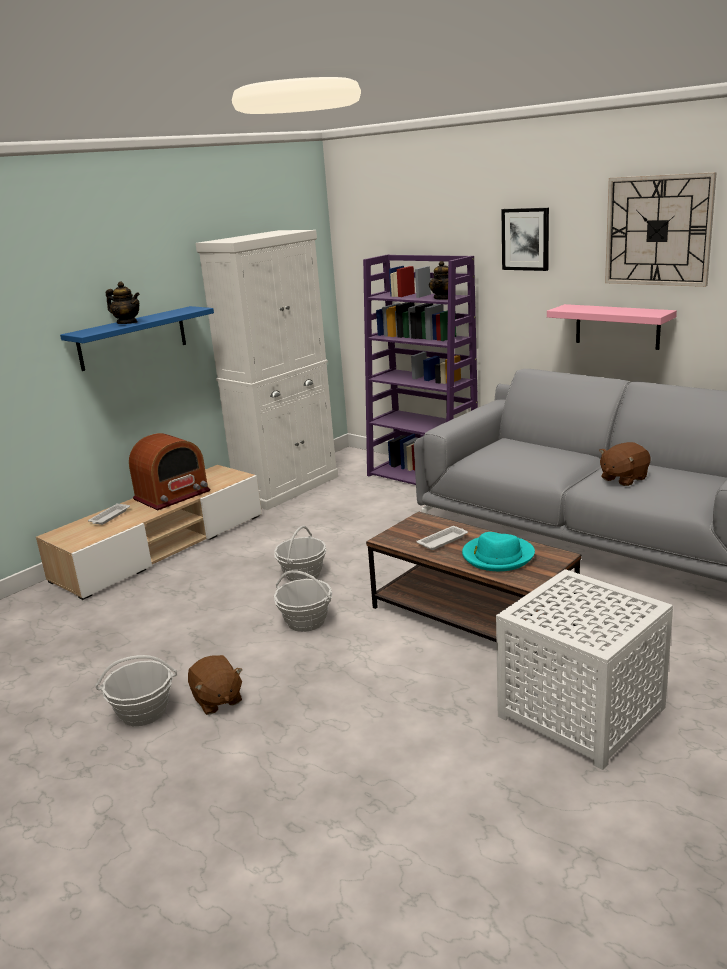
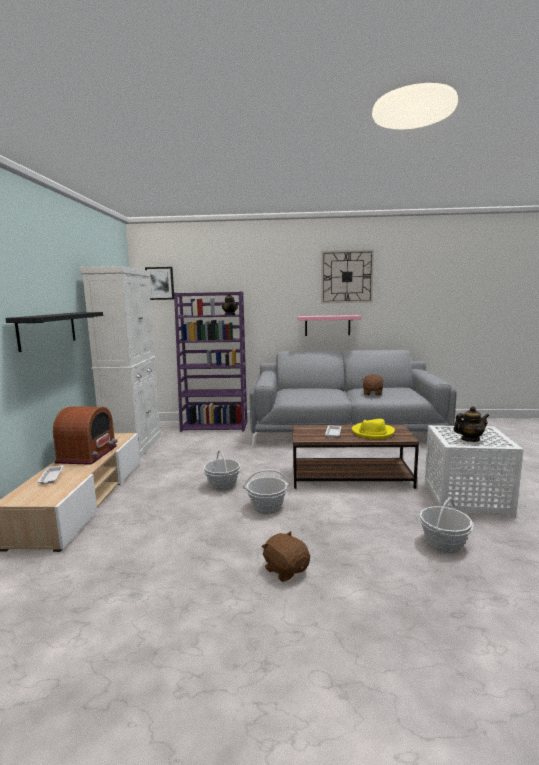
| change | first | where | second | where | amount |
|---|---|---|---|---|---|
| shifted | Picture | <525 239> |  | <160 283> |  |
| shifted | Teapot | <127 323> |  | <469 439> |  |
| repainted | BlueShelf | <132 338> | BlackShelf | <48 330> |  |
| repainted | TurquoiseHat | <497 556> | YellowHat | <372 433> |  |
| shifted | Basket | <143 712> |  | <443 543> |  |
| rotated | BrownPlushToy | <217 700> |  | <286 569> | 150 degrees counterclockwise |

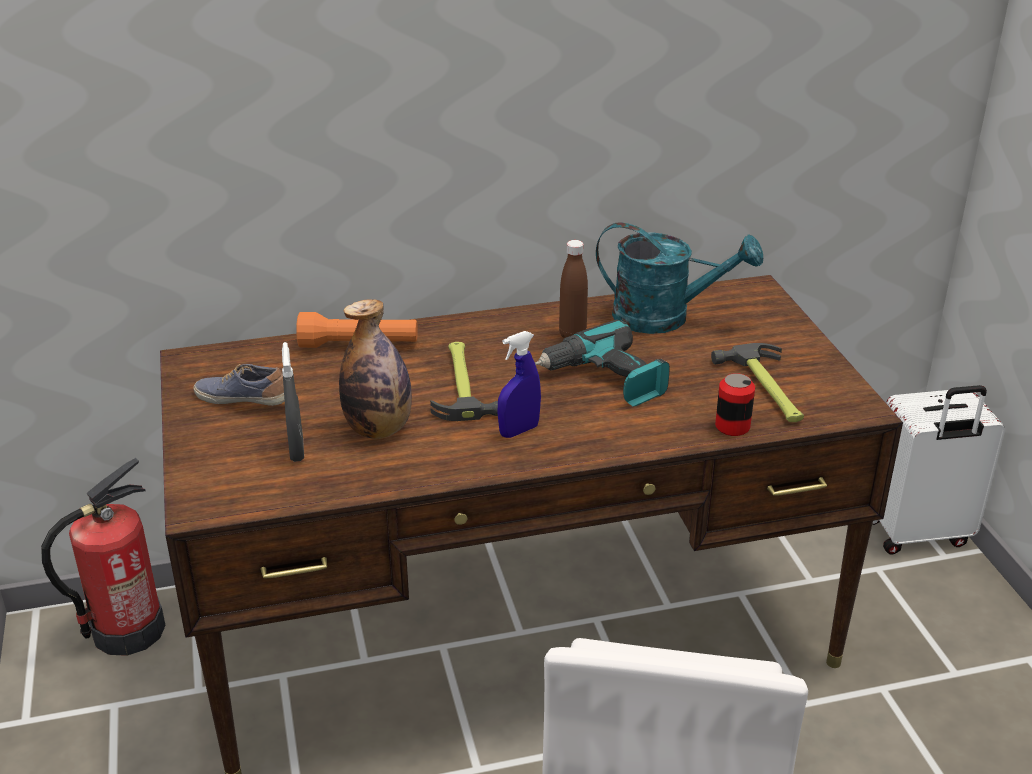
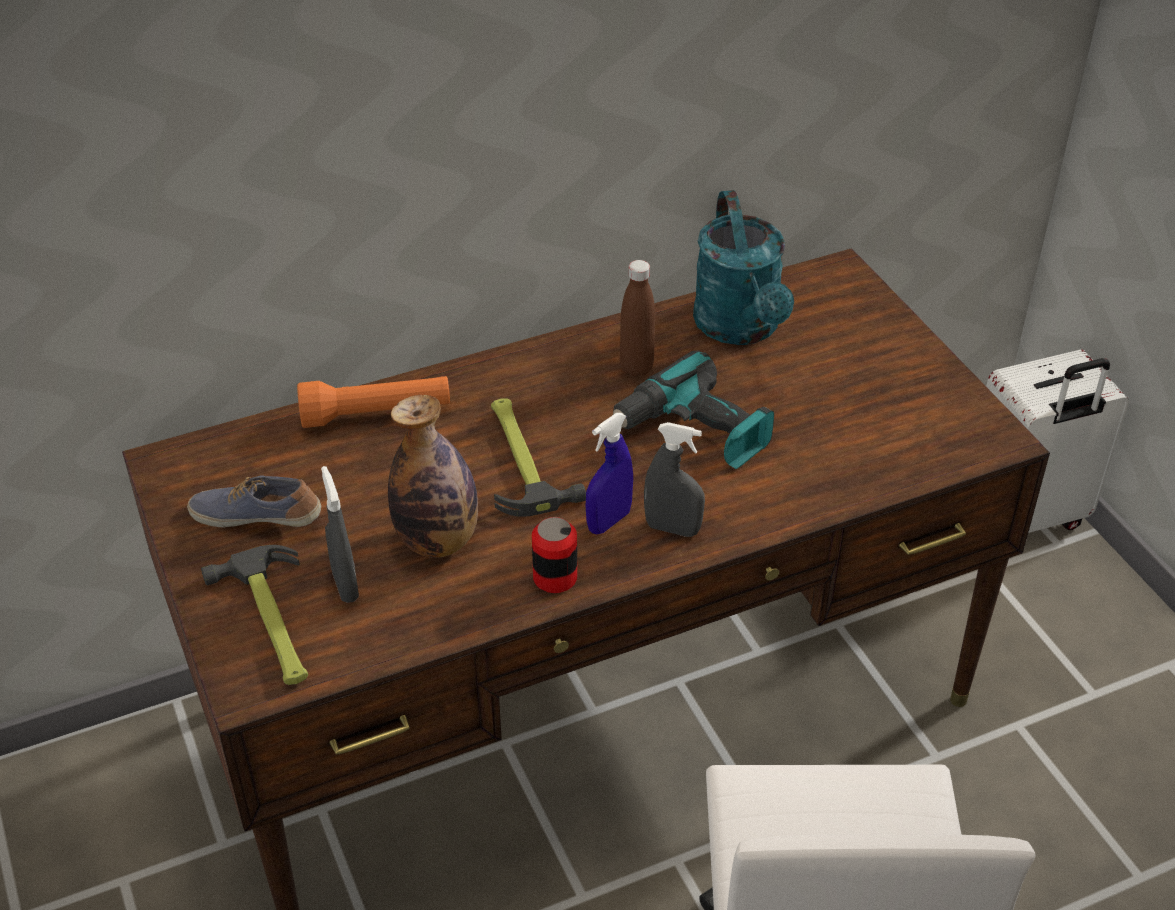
| change | first | where | second | where | amount |
|---|---|---|---|---|---|
| rotated | TurquoiseWateringCan | <665 317> |  | <741 328> | 75 degrees clockwise |
| shifted | Hammer | <767 389> |  | <272 622> |  |
| shifted | Can | <732 426> |  | <555 578> |  |
| gone | FireExtinguisher | <127 631> |  |  |  |
| new |  |  | GreySprayBottle | <672 528> |  |

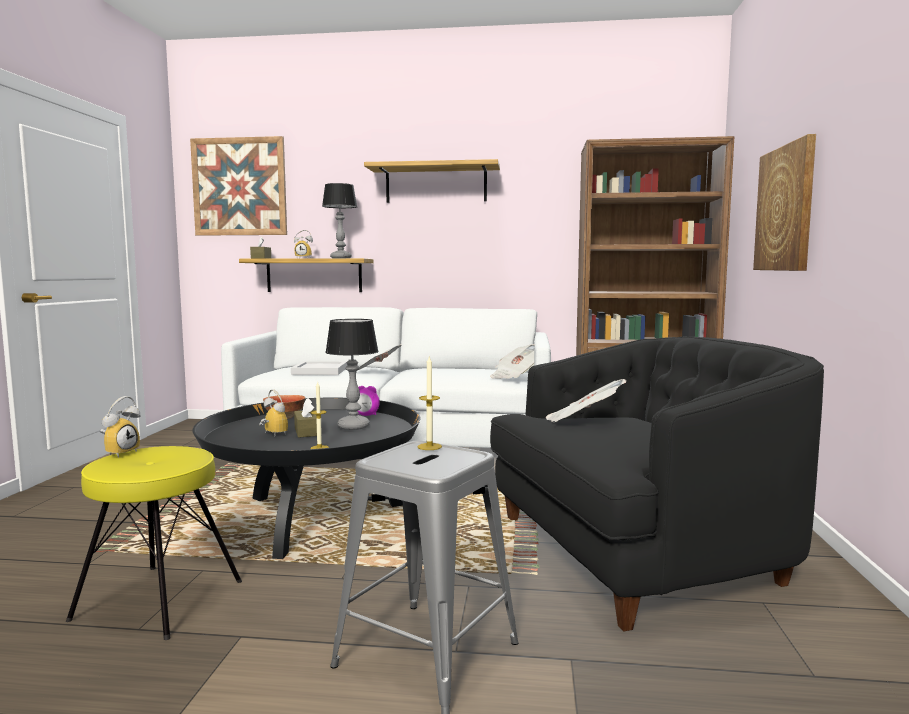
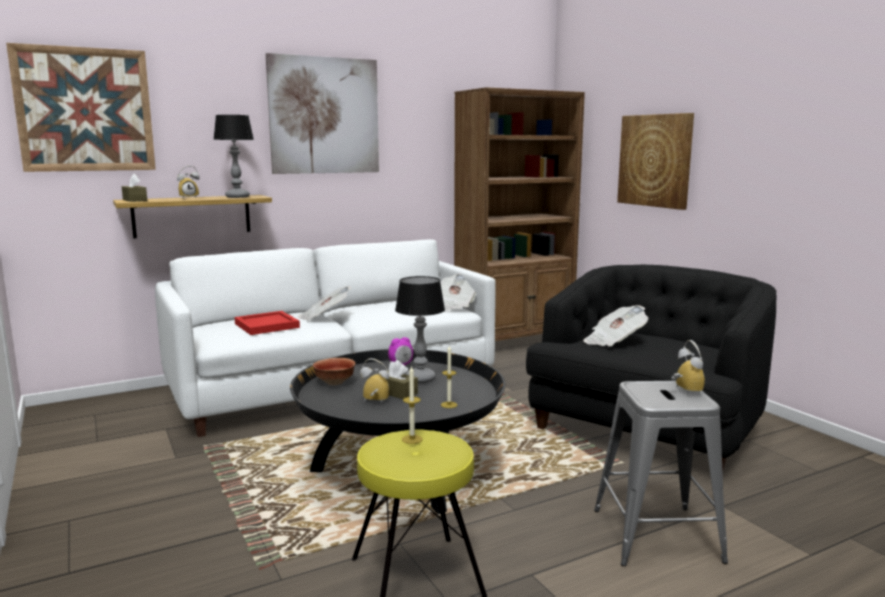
| change | first | where | second | where | amount |
|---|---|---|---|---|---|
| swapped | Shelf | <436 184> | Picture | <324 116> |  |
| shifted | Candle | <429 446> |  | <412 439> |  |
| repainted | WhiteTray | <321 370> | RedTray | <267 325> |  |
| shifted | AlarmClock | <120 452> |  | <683 391> |  |

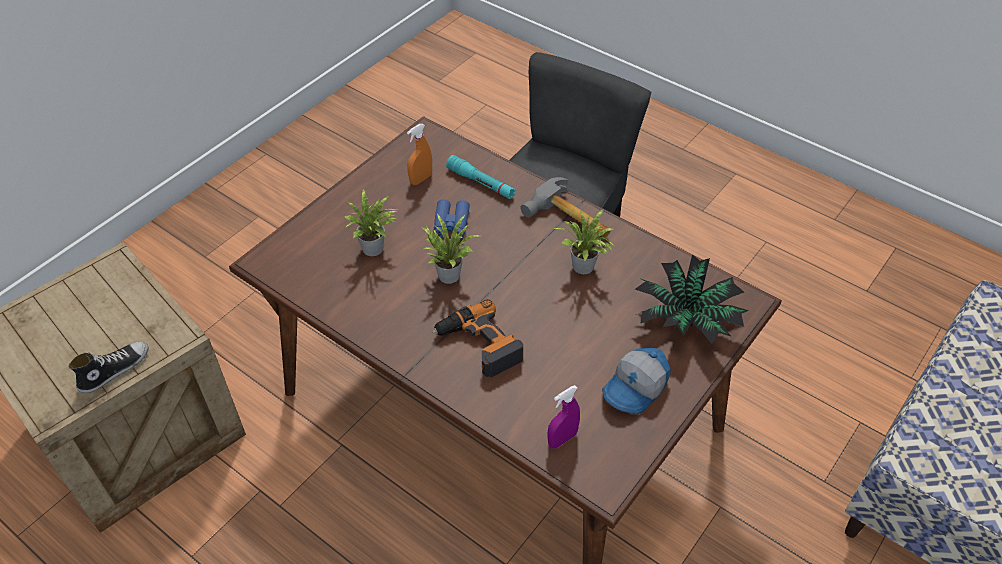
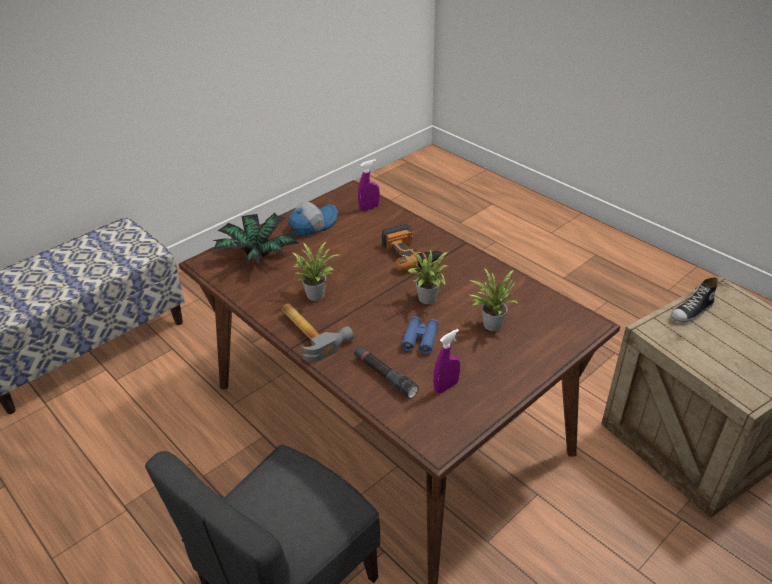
| change | first | where | second | where | amount |
|---|---|---|---|---|---|
| repainted | OrangeSprayBottle | <421 179> | PurpleSprayBottle | <446 386> |  |
| repainted | TurquoiseFlashlight | <481 183> | BlackFlashlight | <384 376> |  |

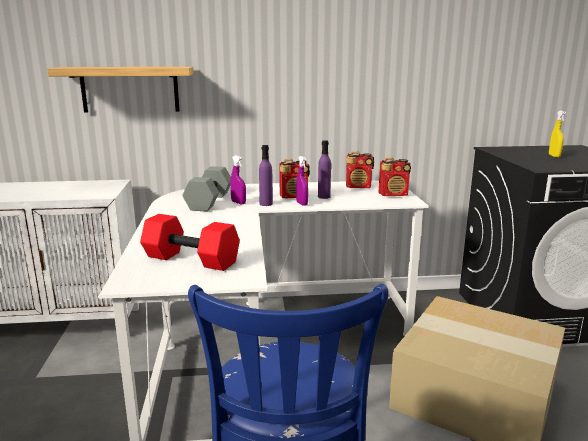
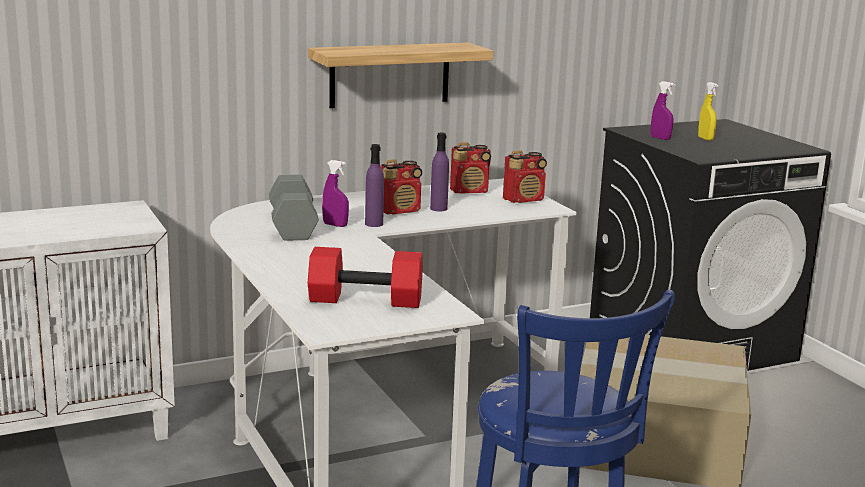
| change | first | where | second | where | amount |
|---|---|---|---|---|---|
| shifted | Shelf | <130 89> |  | <390 74> |  |
| shifted | PurpleSprayBottle | <302 203> |  | <660 138> |  |

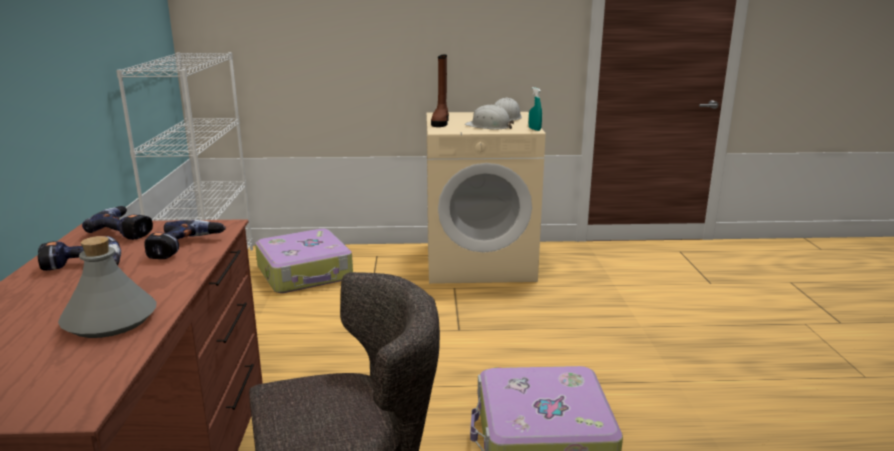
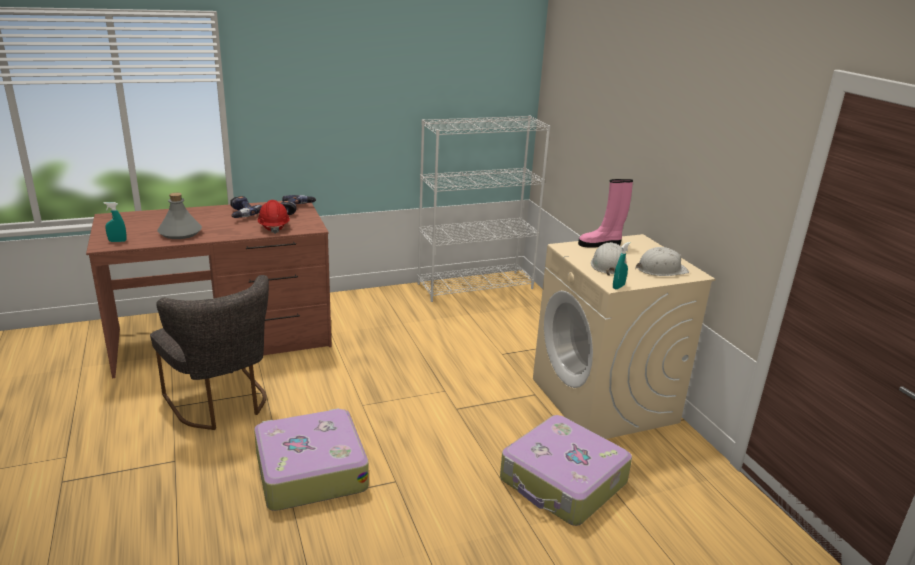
| change | first | where | second | where | amount |
|---|---|---|---|---|---|
| repainted | BrownBoot | <440 122> | PinkBoot | <601 244> |  |
| swapped | PowerDrill | <185 248> | RedHardHat | <274 227> |  |
| shifted | Suitcase | <305 273> |  | <563 482> |  |
| new |  |  | TurquoiseSprayBottle | <117 241> |  |

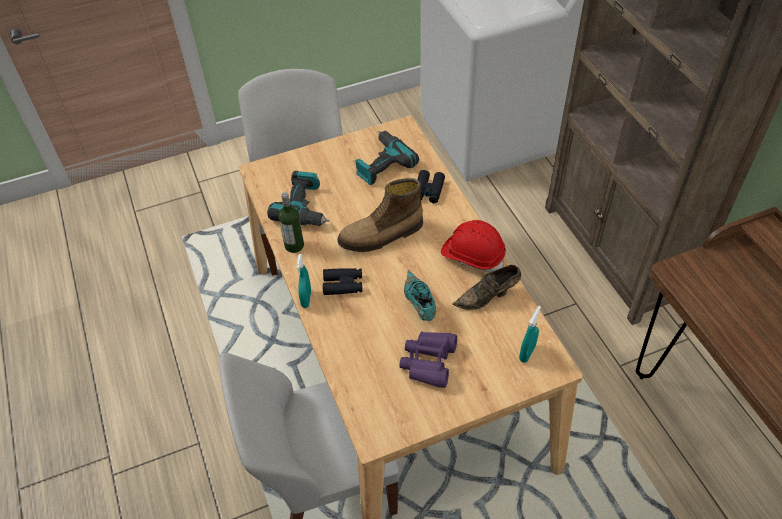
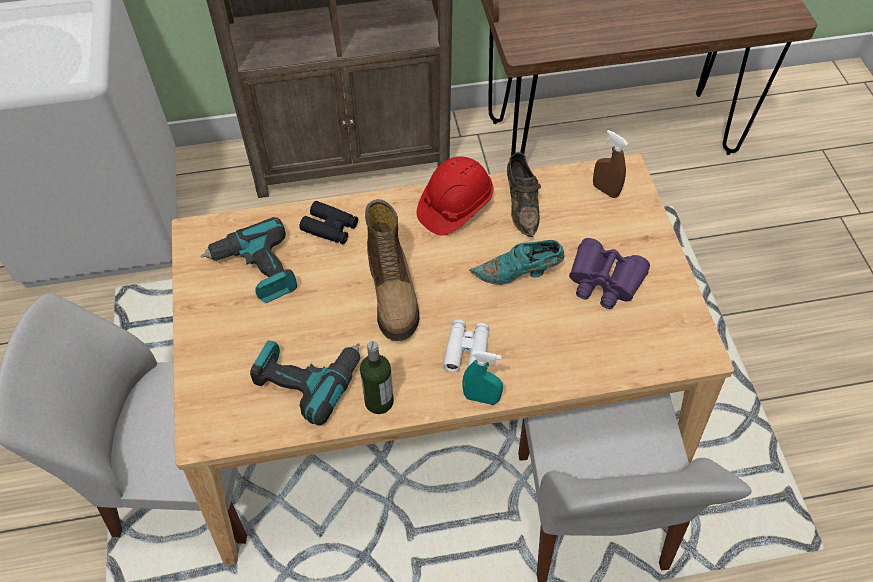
| change | first | where | second | where | amount |
|---|---|---|---|---|---|
| repainted | BlackBinoculars | <343 284> | WhiteBinoculars | <466 350> |  |
| repainted | TurquoiseSprayBottle | <527 353> | BrownSprayBottle | <605 190> |  |

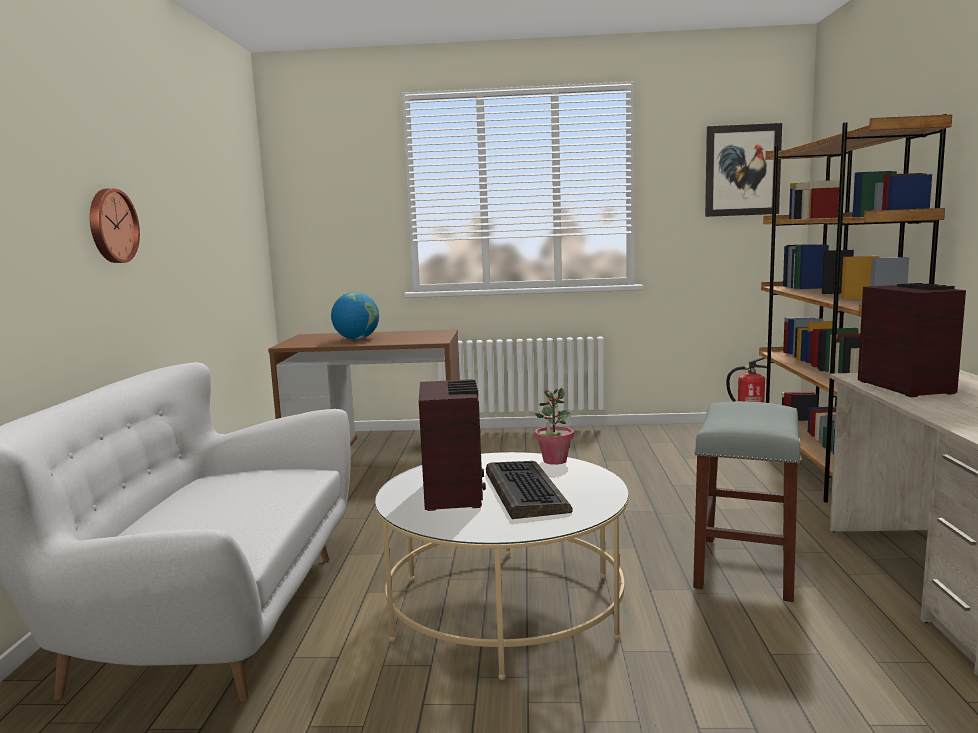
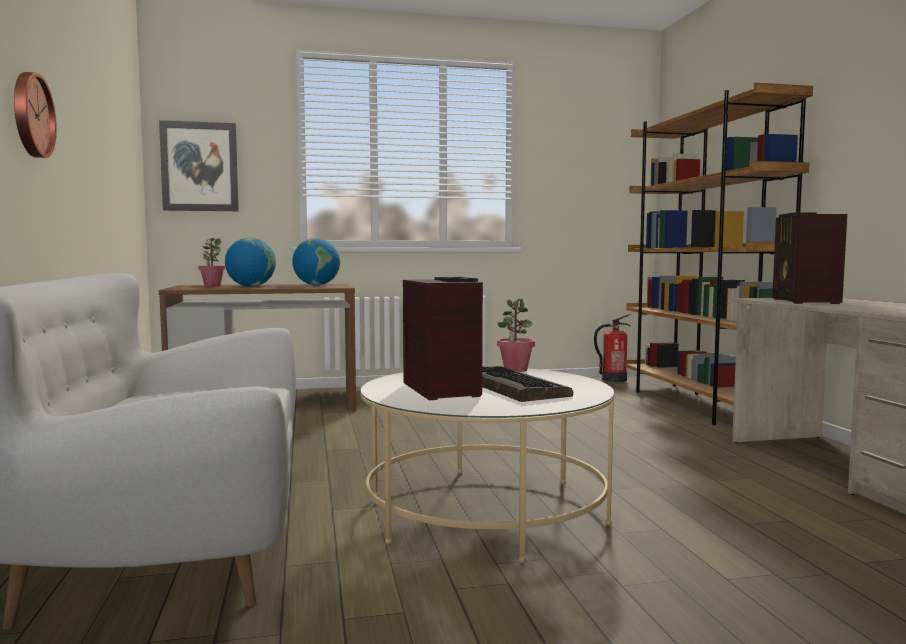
| change | first | where | second | where | amount |
|---|---|---|---|---|---|
| shifted | Picture | <742 170> |  | <199 167> |  |
| rotated | Radio | <905 387> |  | <804 301> | 150 degrees counterclockwise |
| gone | GreyStool | <744 566> |  |  |  |
| new |  |  | PottedPlant | <212 286> |  |
| new |  |  | Globe | <316 285> |  |

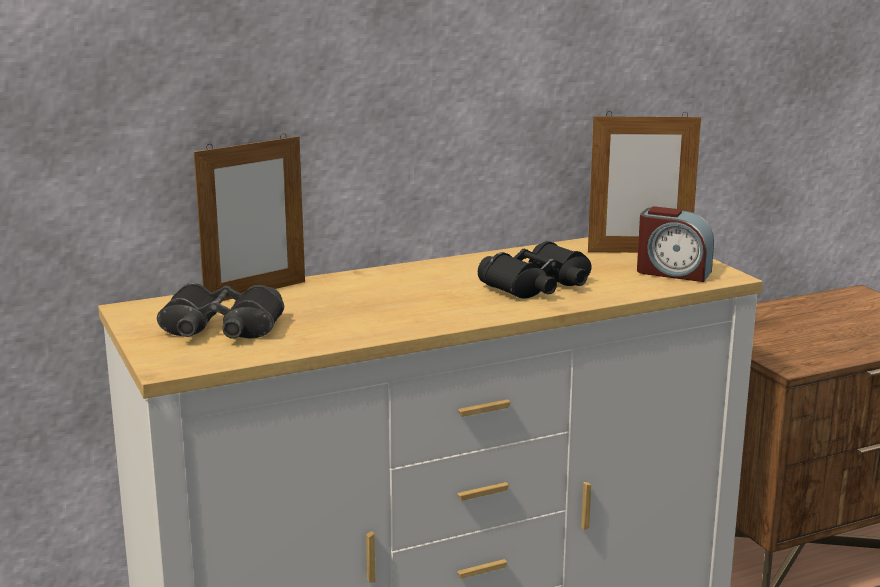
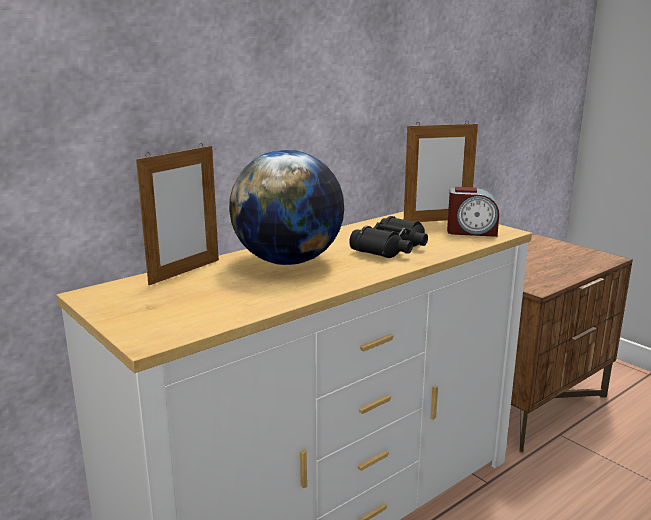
| change | first | where | second | where | amount |
|---|---|---|---|---|---|
| gone | BlackBinoculars | <221 329> |  |  |  |
| new |  |  | Globe | <288 261> |  |

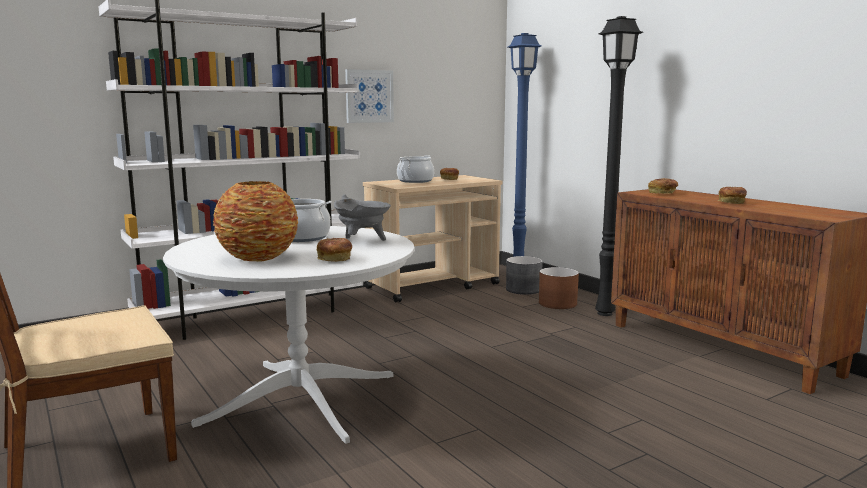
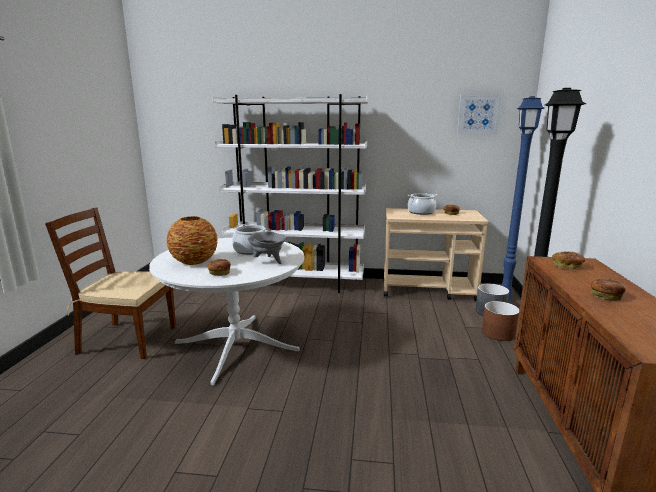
| change | first | where | second | where | amount |
|---|---|---|---|---|---|
| shifted | Picture | <369 96> |  | <478 114> |  |

